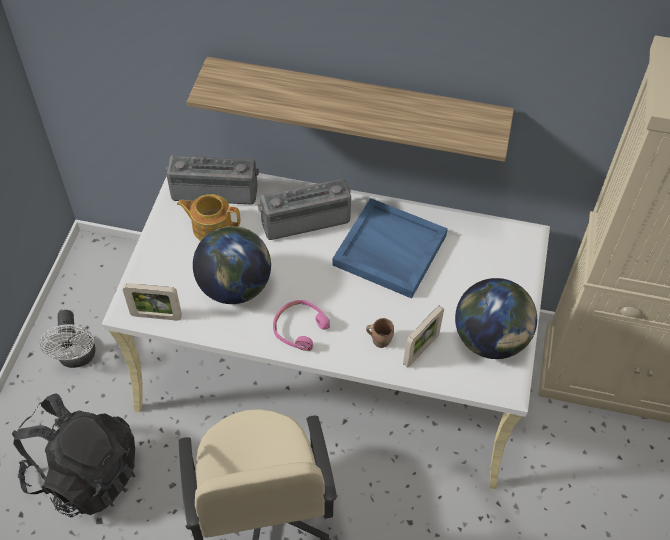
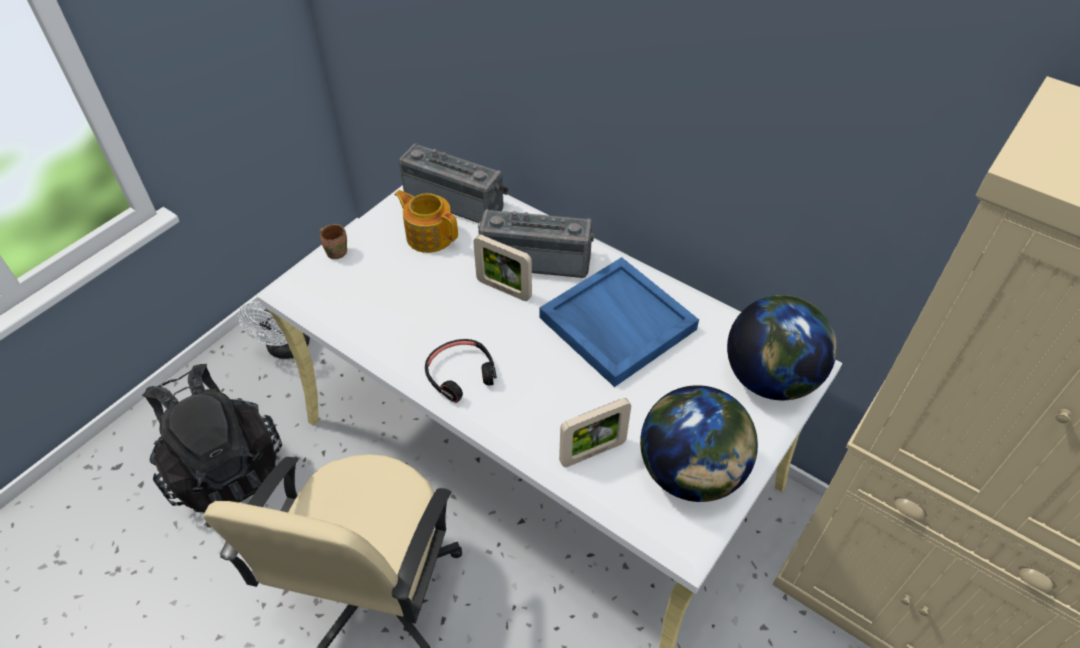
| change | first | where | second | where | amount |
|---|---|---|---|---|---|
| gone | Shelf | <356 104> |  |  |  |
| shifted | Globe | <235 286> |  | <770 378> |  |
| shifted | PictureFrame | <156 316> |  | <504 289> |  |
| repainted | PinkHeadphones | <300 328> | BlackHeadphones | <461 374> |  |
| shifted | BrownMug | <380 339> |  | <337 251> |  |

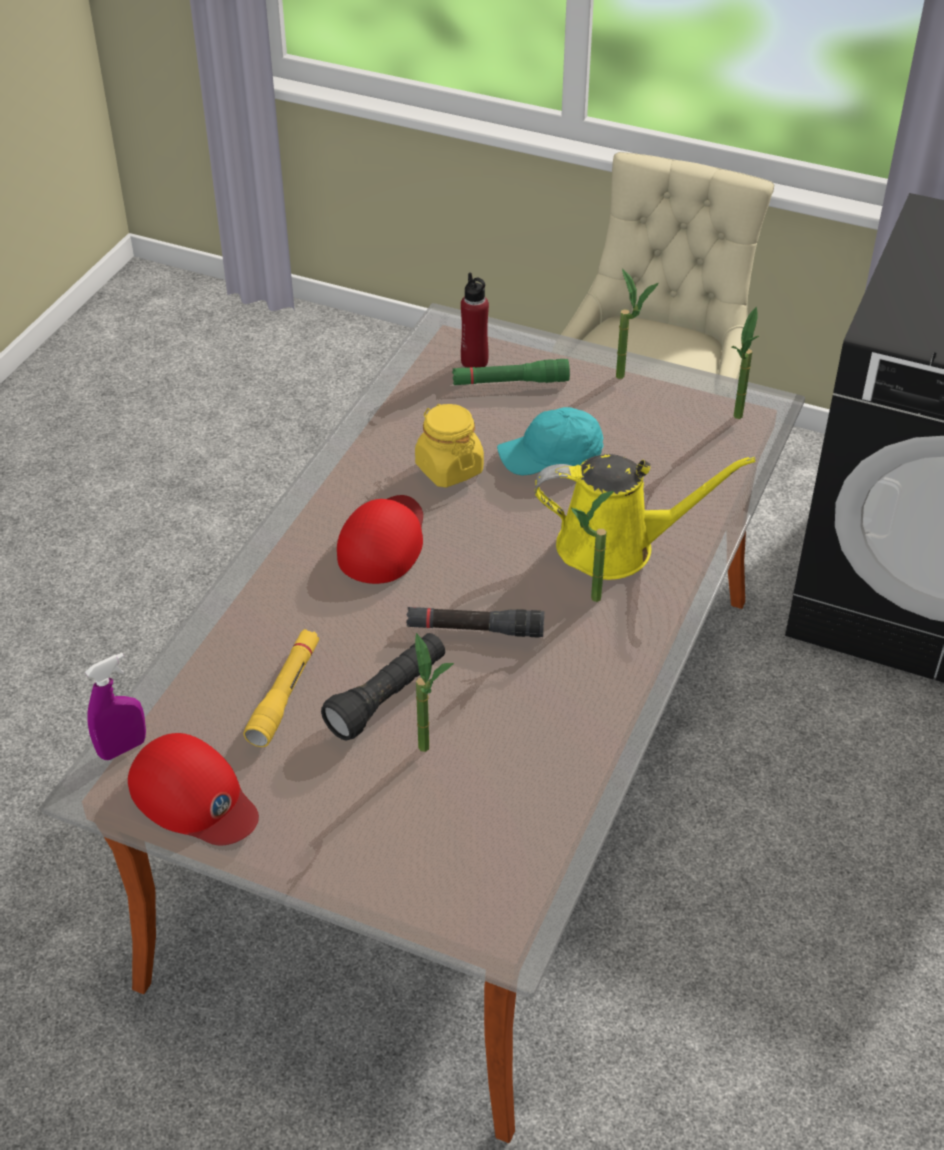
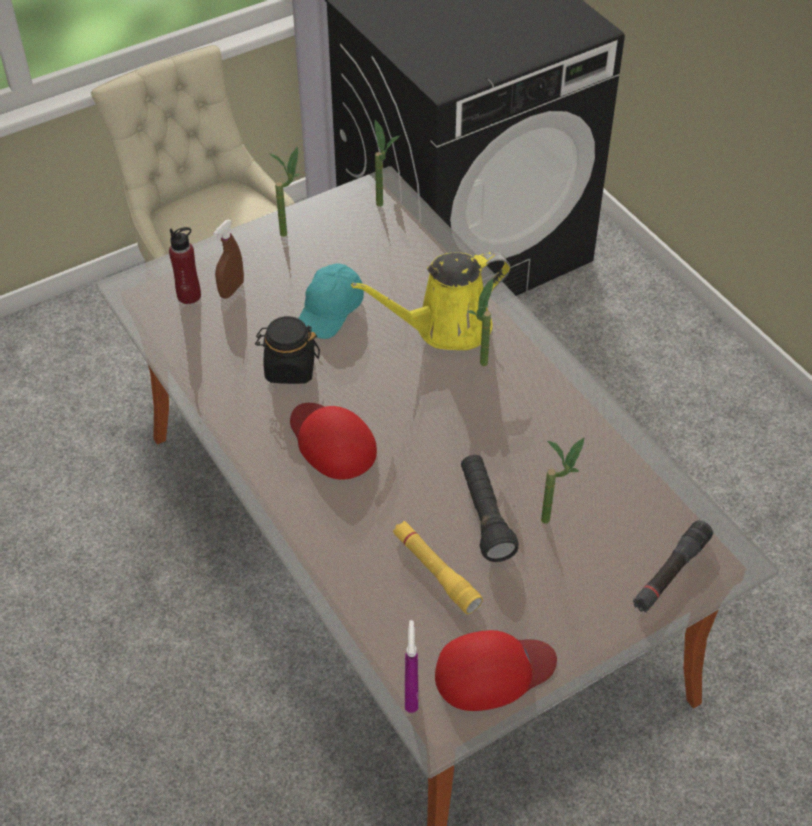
| change | first | where | second | where | amount |
|---|---|---|---|---|---|
| swapped | GreenFlashlight | <510 382> | BrownSprayBottle | <231 289> |  |
| repainted | YellowJar | <449 468> | BlackJar | <289 368> |  |
| rotated | YellowWateringCan | <616 546> |  | <446 328> | 150 degrees counterclockwise |
| shifted | BlackFlashlight | <475 629> |  | <670 573> |  |

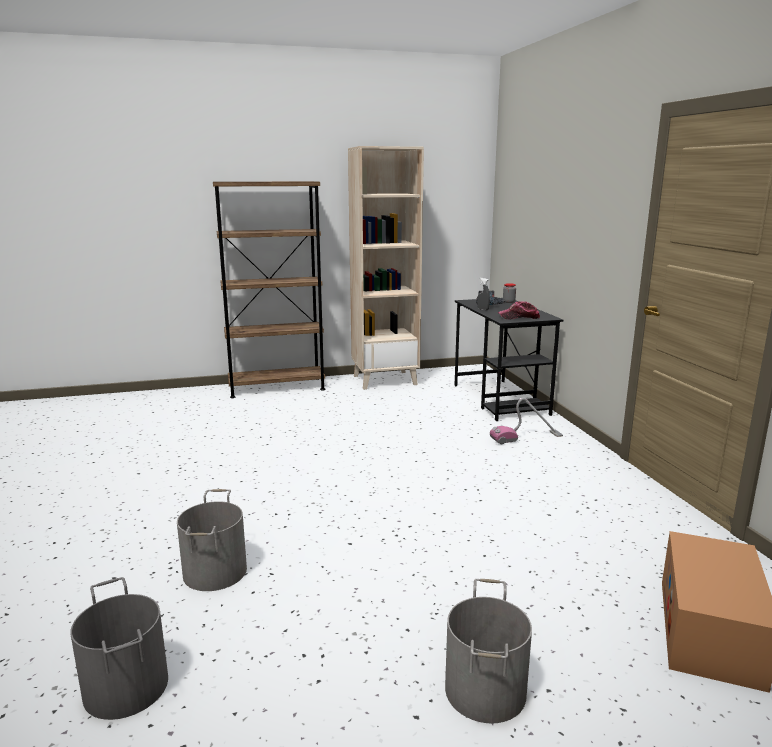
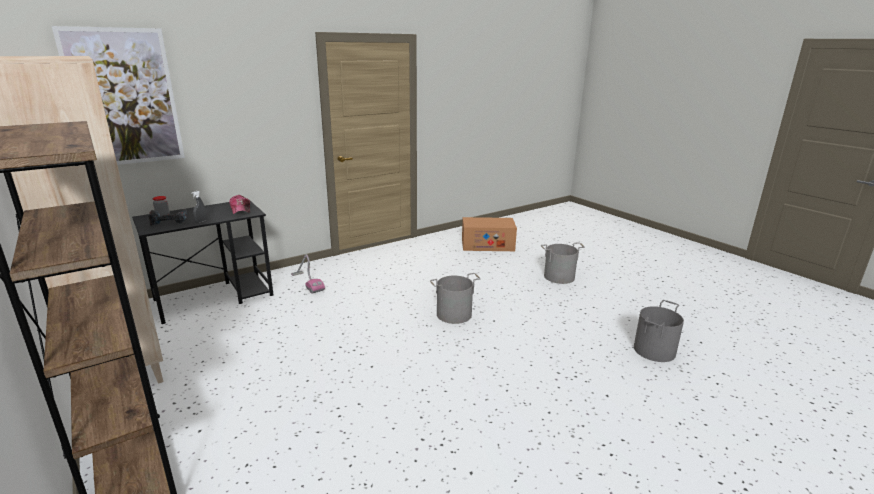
| change | first | where | second | where | amount |
|---|---|---|---|---|---|
| shifted | GreyBucket | <214 572> |  | <454 314> |  |
| new |  |  | Picture | <124 98> |  |

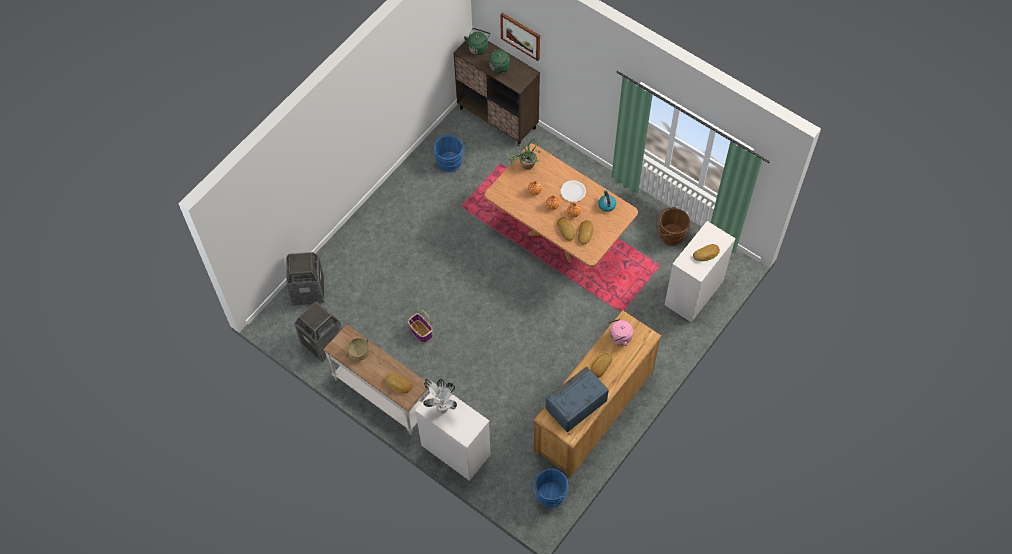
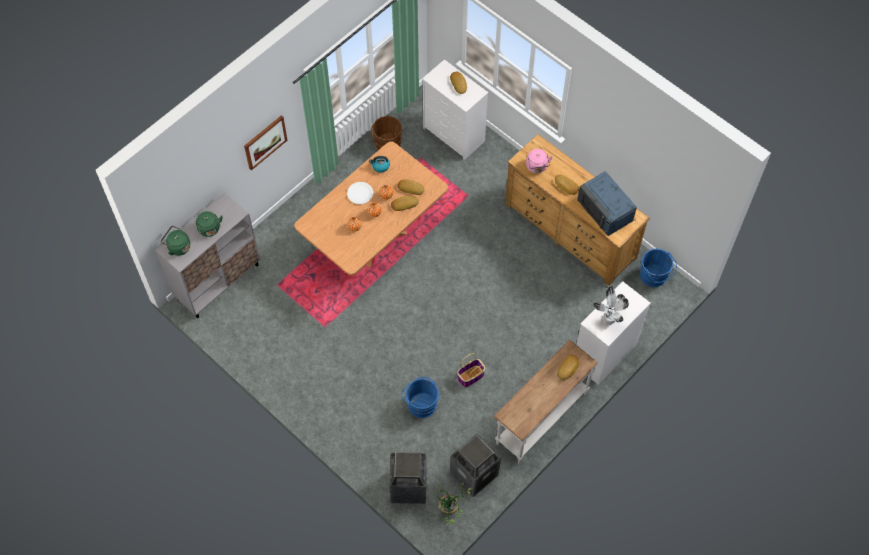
| change | first | where | second | where | amount |
|---|---|---|---|---|---|
| shifted | Picture | <521 36> |  | <265 142> |  |
| repainted | BrownCabinet | <498 118> | GreyCabinet | <218 282> |  |
| shifted | BlueBucket | <450 161> |  | <421 404> |  |
| shifted | PottedPlant | <526 167> |  | <451 511> |  |
| gone | BeigeCookingPot | <359 352> |  |  |  |

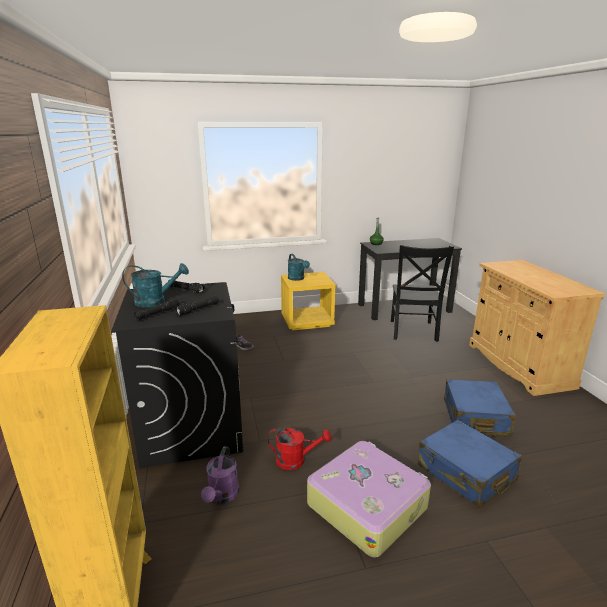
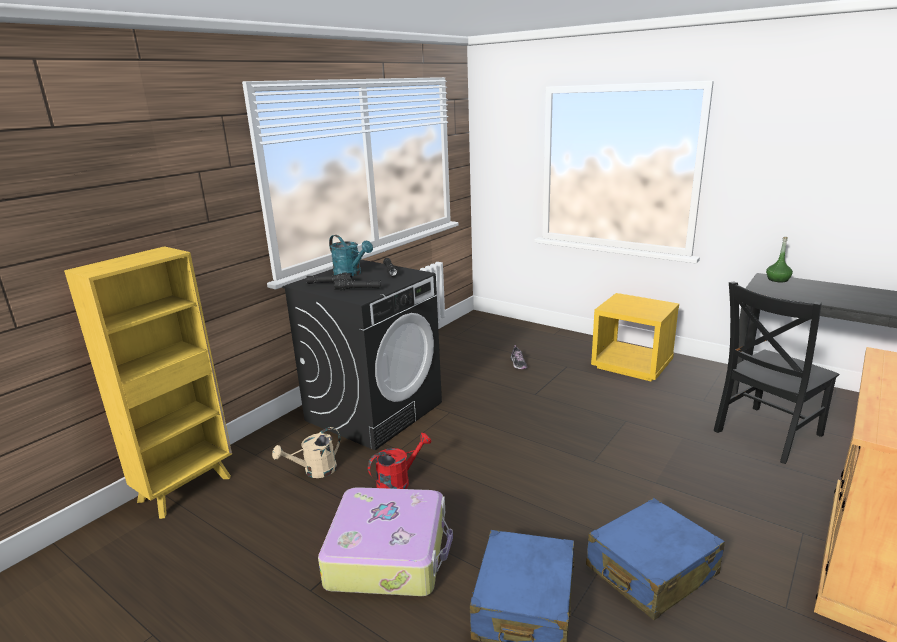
| change | first | where | second | where | amount |
|---|---|---|---|---|---|
| gone | TurquoiseWateringCan | <297 278> |  |  |  |
| rotated | RedWateringCan | <296 460> |  | <398 482> | 90 degrees counterclockwise |
| repainted | PurpleWateringCan | <222 496> | BeigeWateringCan | <315 471> |  |

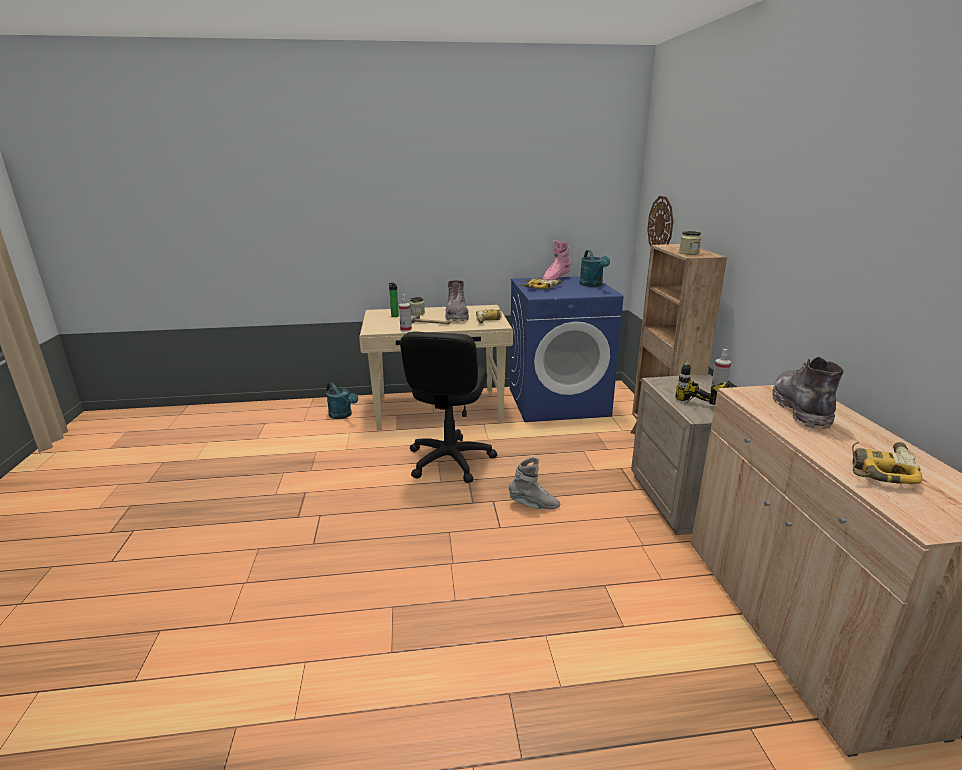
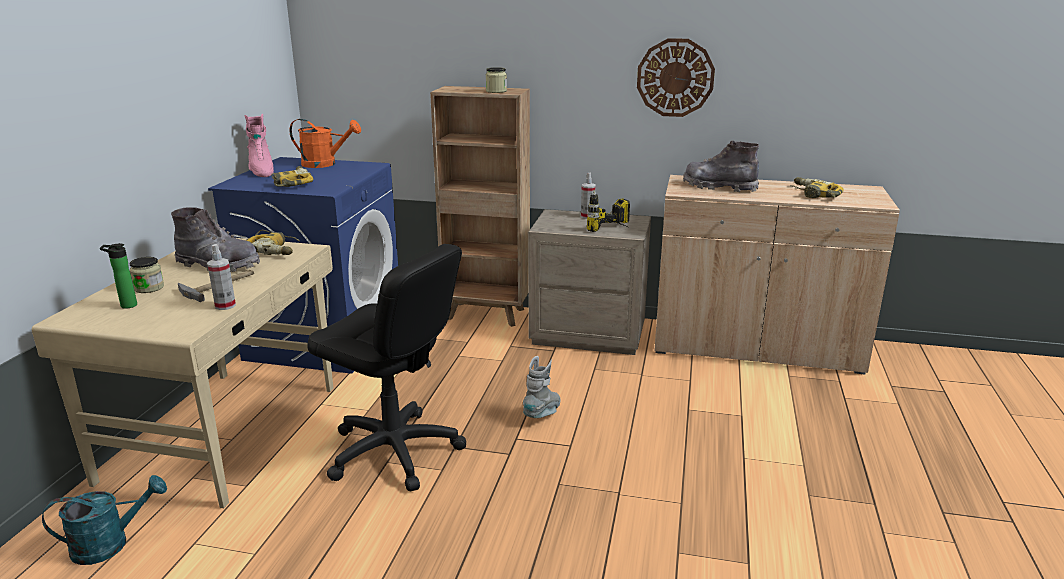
| change | first | where | second | where | amount |
|---|---|---|---|---|---|
| shifted | WallClock | <661 225> |  | <675 78> |  |
| repainted | TurquoiseWateringCan | <593 285> | OrangeWateringCan | <325 164> |  |

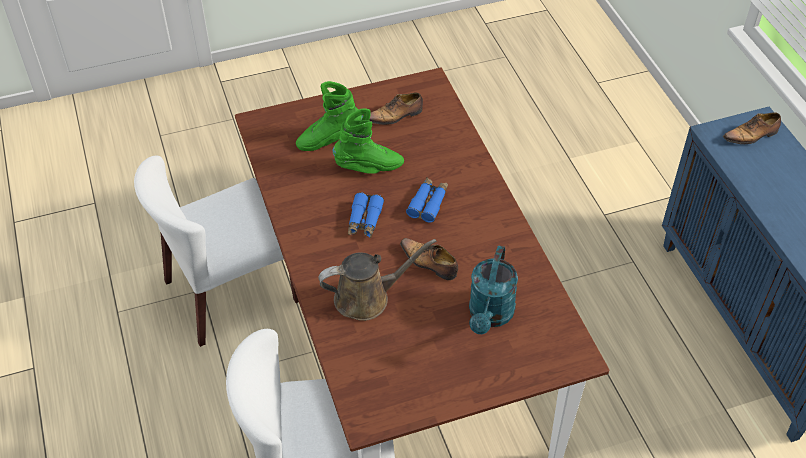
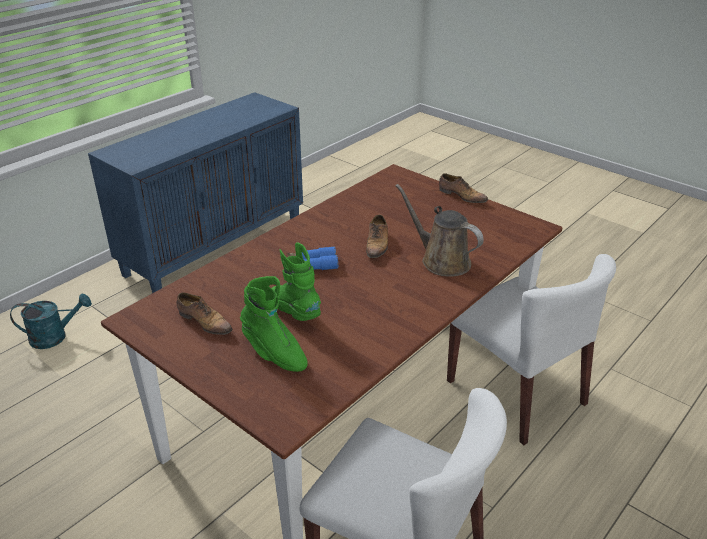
| change | first | where | second | where | amount |
|---|---|---|---|---|---|
| shifted | Shoe | <751 135> |  | <461 196> |  |
| gone | BlueBinoculars | <364 220> |  |  |  |
| shifted | TurquoiseWateringCan | <490 316> |  | <55 337> |  |

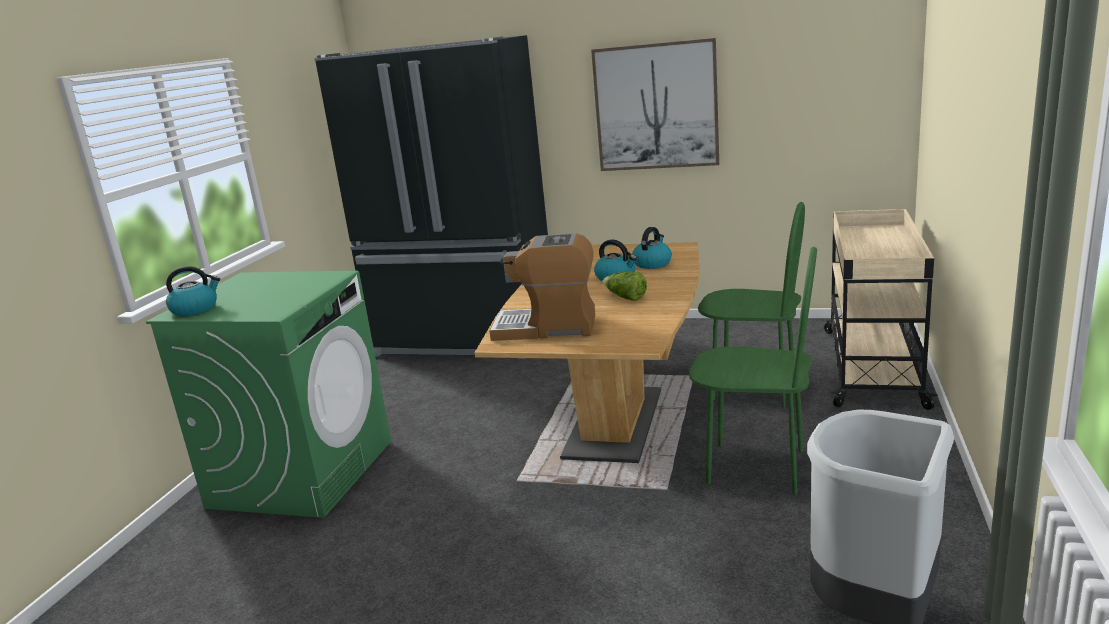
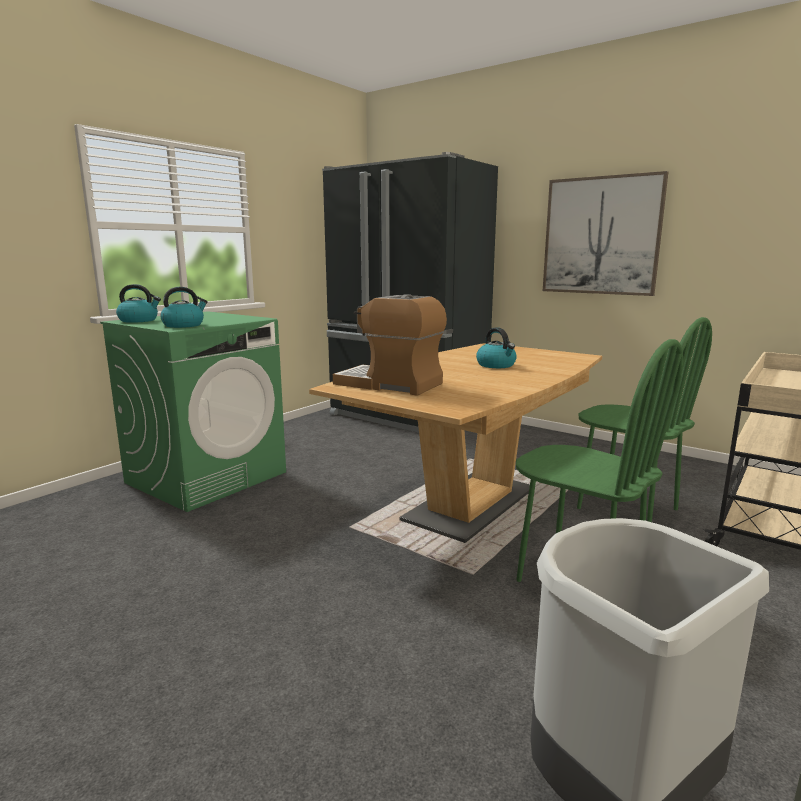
| change | first | where | second | where | amount |
|---|---|---|---|---|---|
| shifted | Kettle | <652 264> |  | <184 325> |  |
| gone | Lettuce | <625 297> |  |  |  |

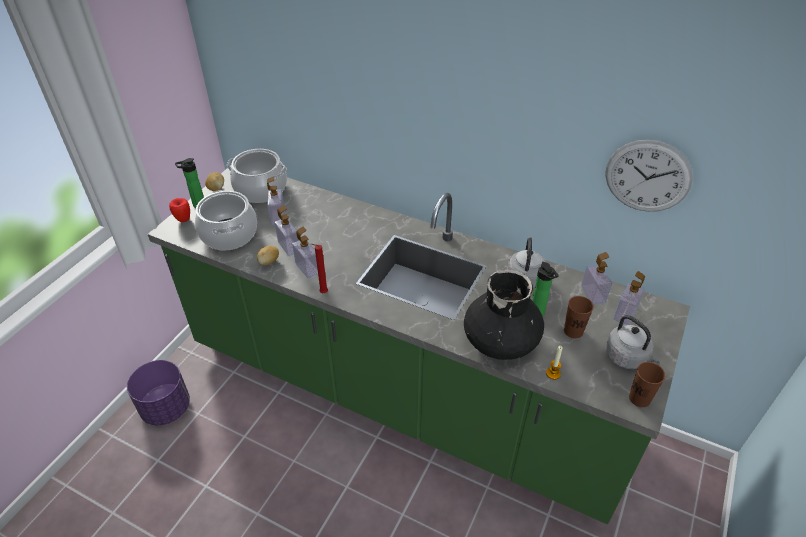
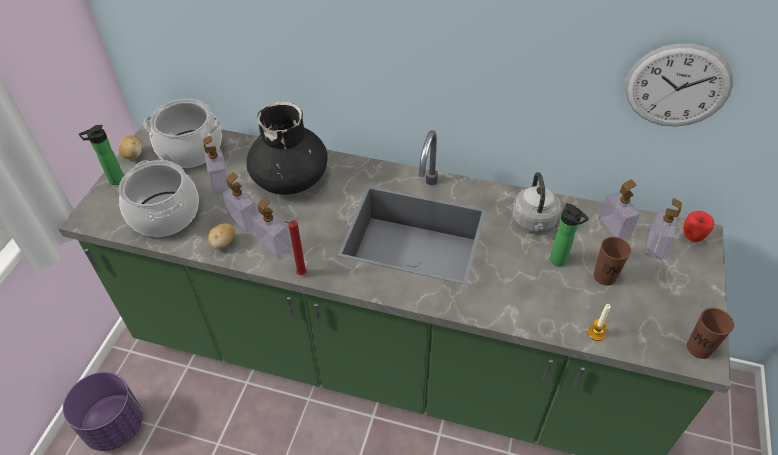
| change | first | where | second | where | amount |
|---|---|---|---|---|---|
| shifted | Apple | <183 219> |  | <691 238> |  |
| shifted | BlackVase | <501 340> |  | <291 178> |  |
| gone | GreyKettle | <627 358> |  |  |  |

